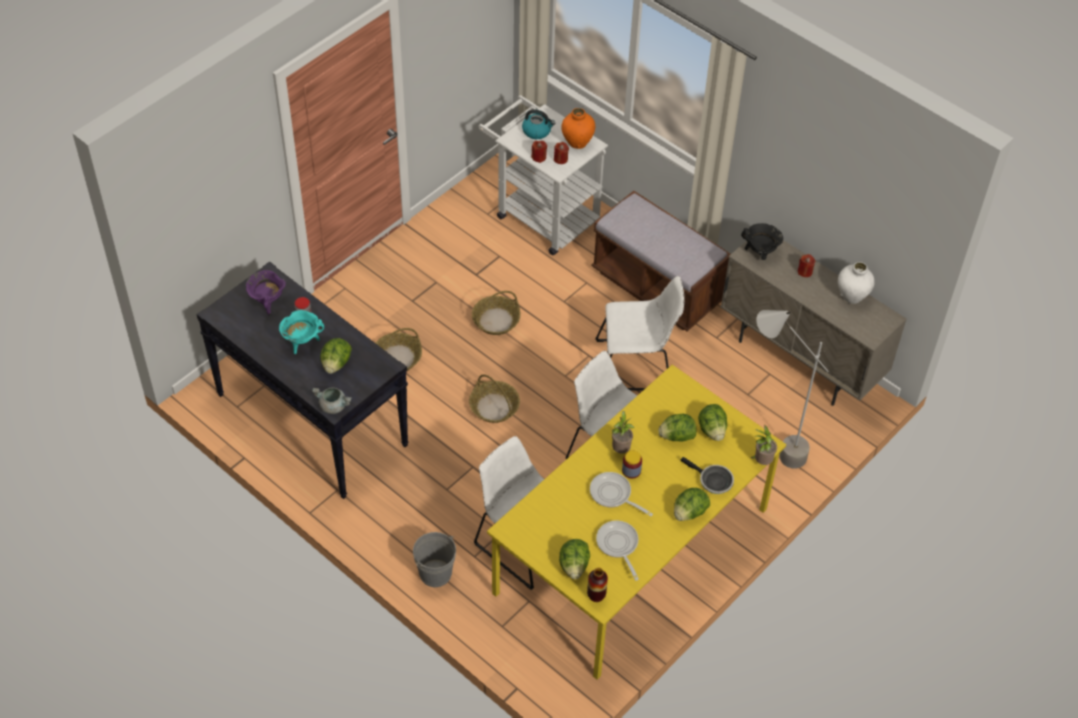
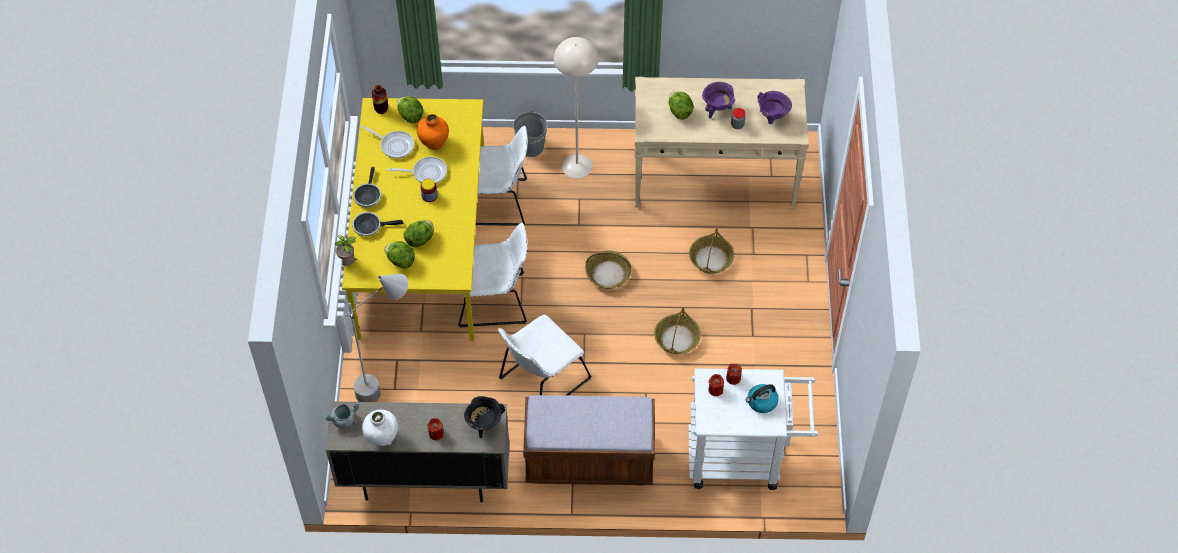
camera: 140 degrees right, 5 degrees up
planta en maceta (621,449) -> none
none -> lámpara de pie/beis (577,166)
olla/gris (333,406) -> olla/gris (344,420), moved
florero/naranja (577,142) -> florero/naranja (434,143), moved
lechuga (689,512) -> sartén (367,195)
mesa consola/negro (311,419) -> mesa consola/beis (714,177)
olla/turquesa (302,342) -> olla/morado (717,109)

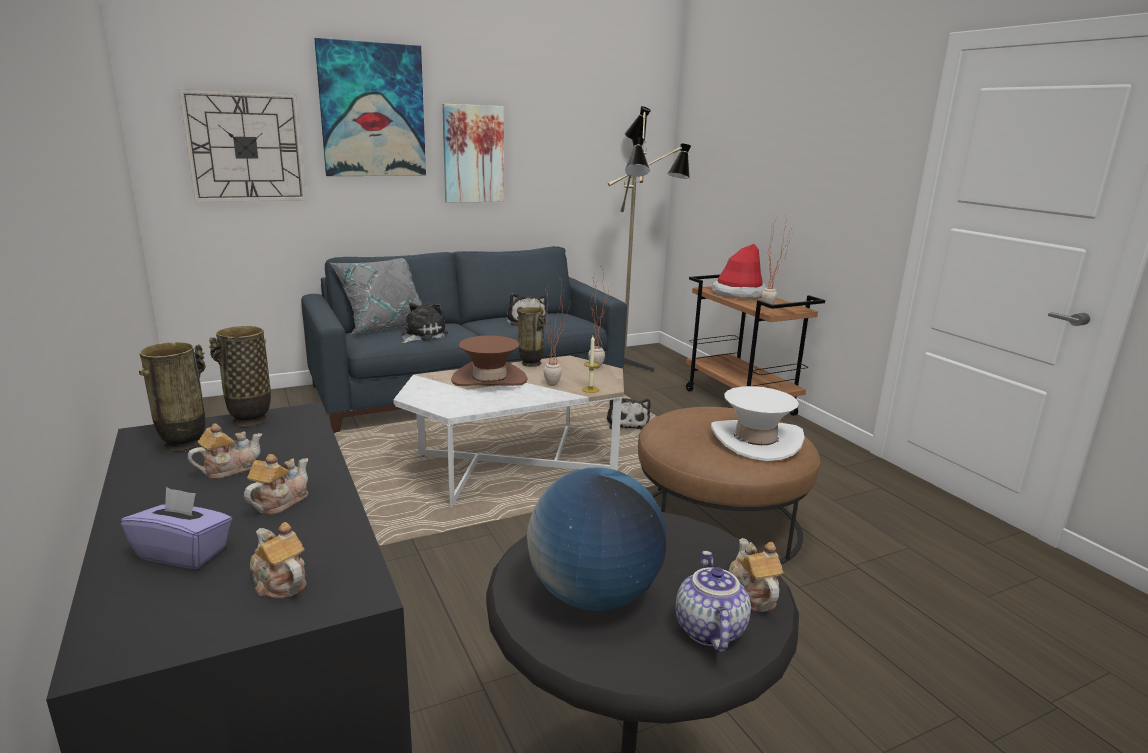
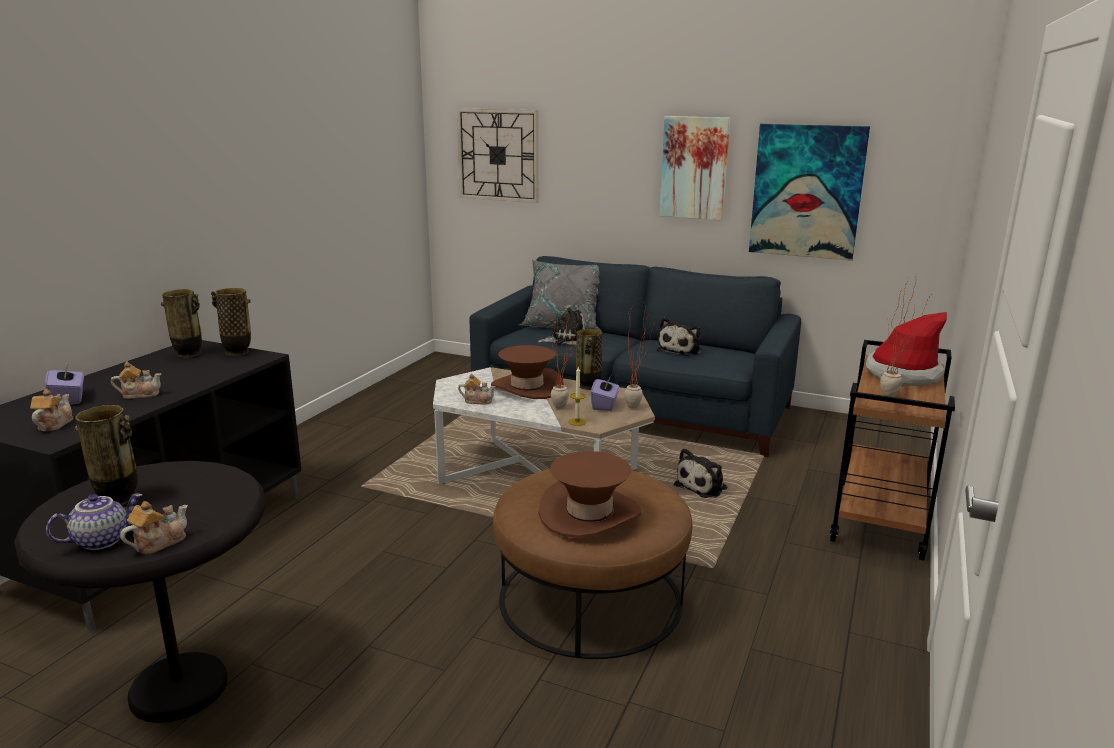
camera: 50 degrees right, 0 degrees up
lámpara de pie (630,364) -> none
none -> caja de pañuelos/morado (605,405)
tetera (229,469) -> tetera (477,401), moved
cuadro (372,110) -> cuadro (807,191), moved
globo terráqueo (593,596) -> florero (118,499)
sombrero/blanco (755,440) -> sombrero/marrón (589,514)

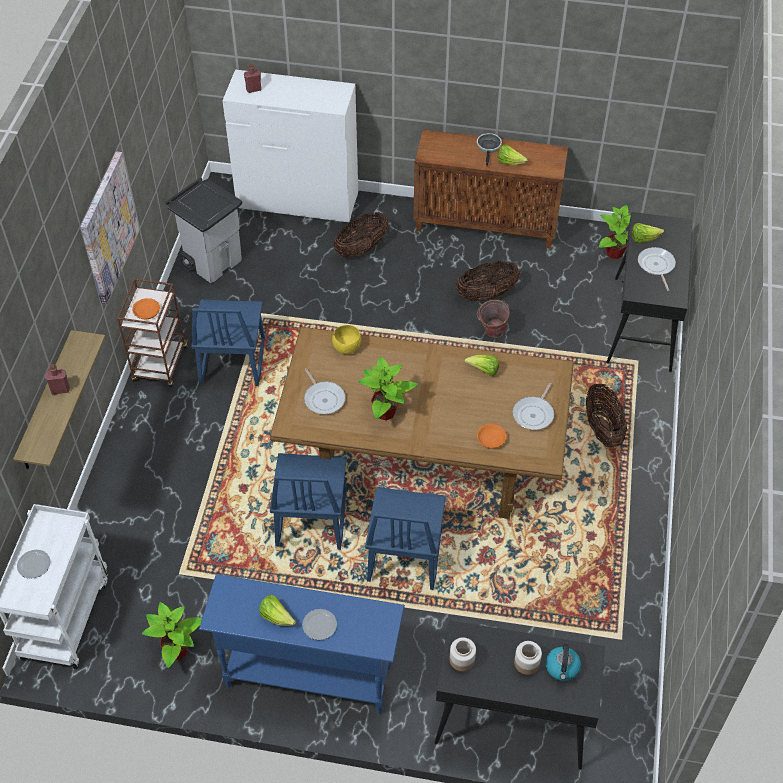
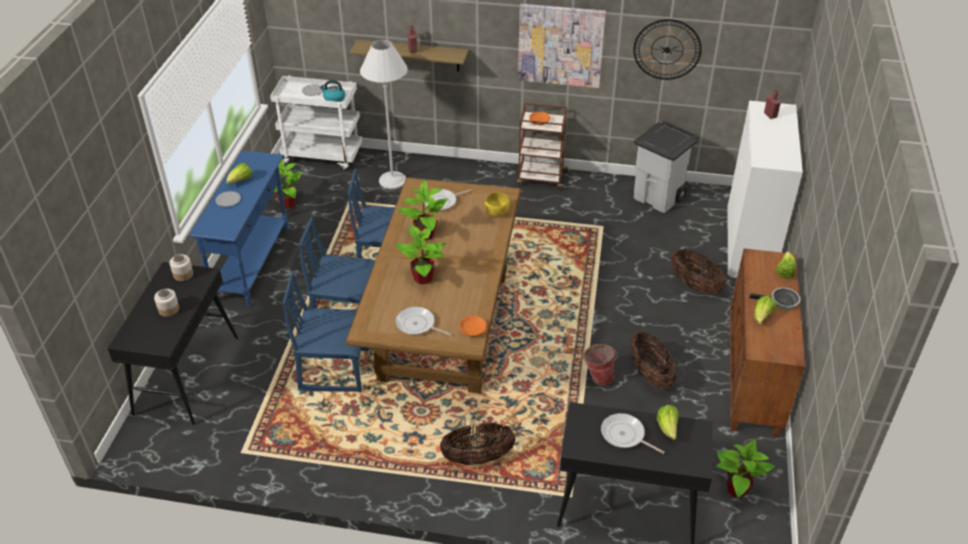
camera: 90 degrees right, 10 degrees down
none -> lámpara de pie/blanco (392,180)
none -> planta en maceta (423,278)
none -> reloj de pared (667,49)
silla/azul (231,361) -> silla/azul (334,369), moved
lechuga (483,371) -> lechuga (784,271), moved
cuenco/naranja (490,439) -> cuenco/naranja (472,329), moved
hervidor (562,668) -> hervidor (334,98), moved
sartén (656,266) -> sartén (625,435), 135 degrees counterclockwise

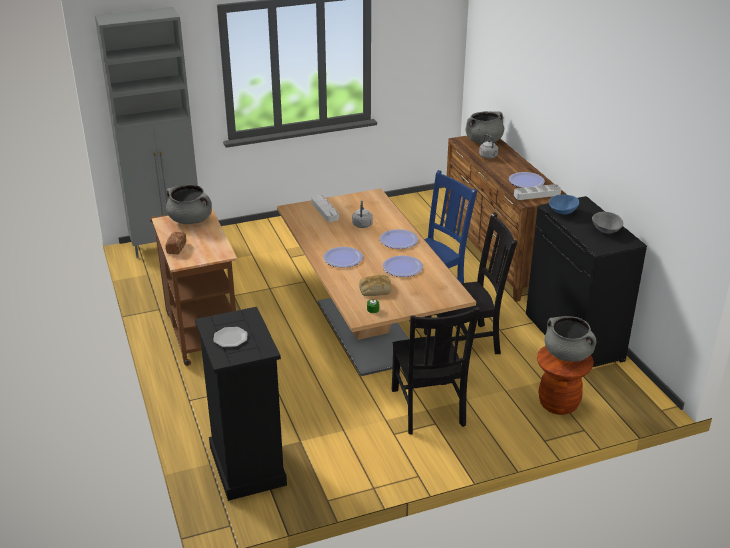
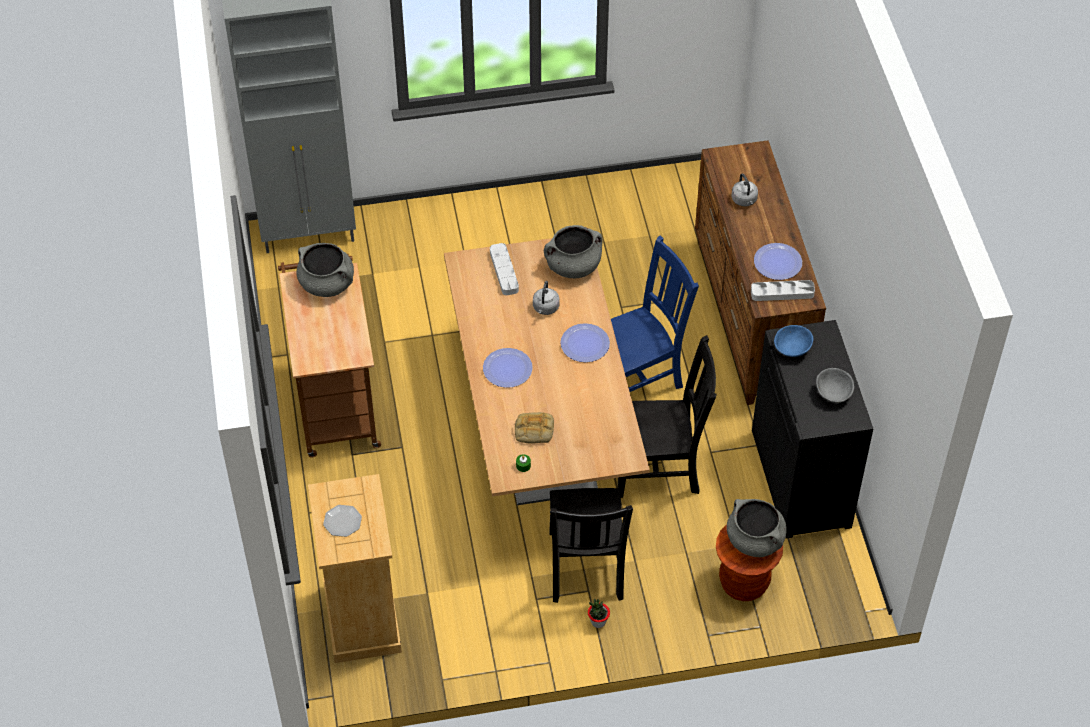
camera: 10 degrees right, 20 degrees up
pan (176,248) -> none
plato (402,267) -> none
none -> planta en maceta (598,622)
olla/gris (483,141) -> olla/gris (573,266), moved
cómoda/negro (247,465) -> cómoda/beis (362,618)

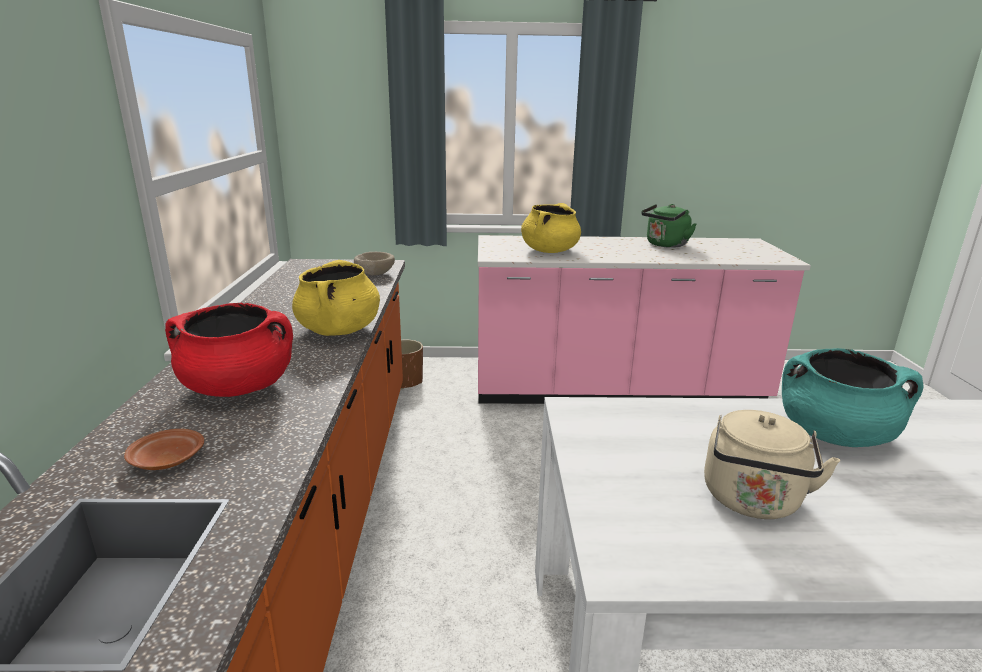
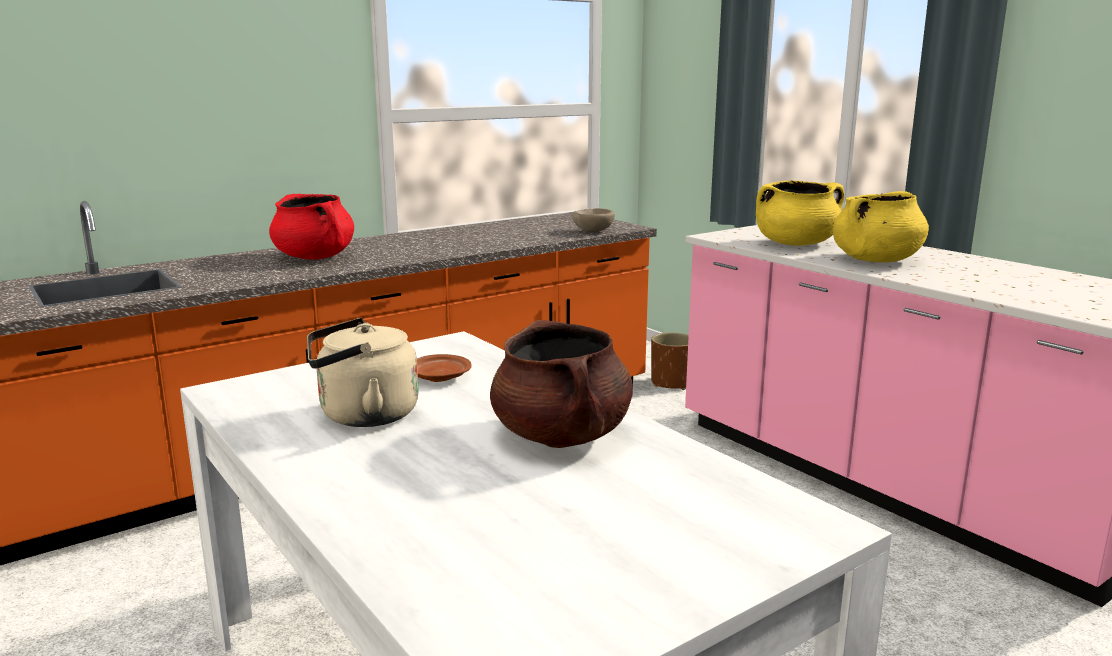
camera: 55 degrees right, 5 degrees down
hervidor/verde (665,245) -> none
plato/marrón (166,460) -> plato/marrón (439,377), moved
olla/amarillo (339,330) -> olla/amarillo (876,260), moved
olla/turquesa (834,435) -> olla/marrón (561,436)

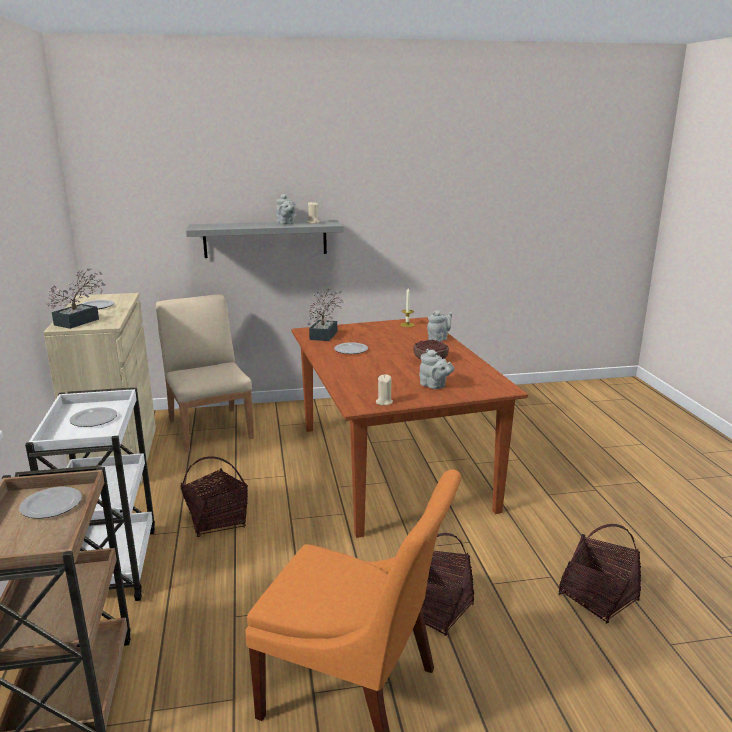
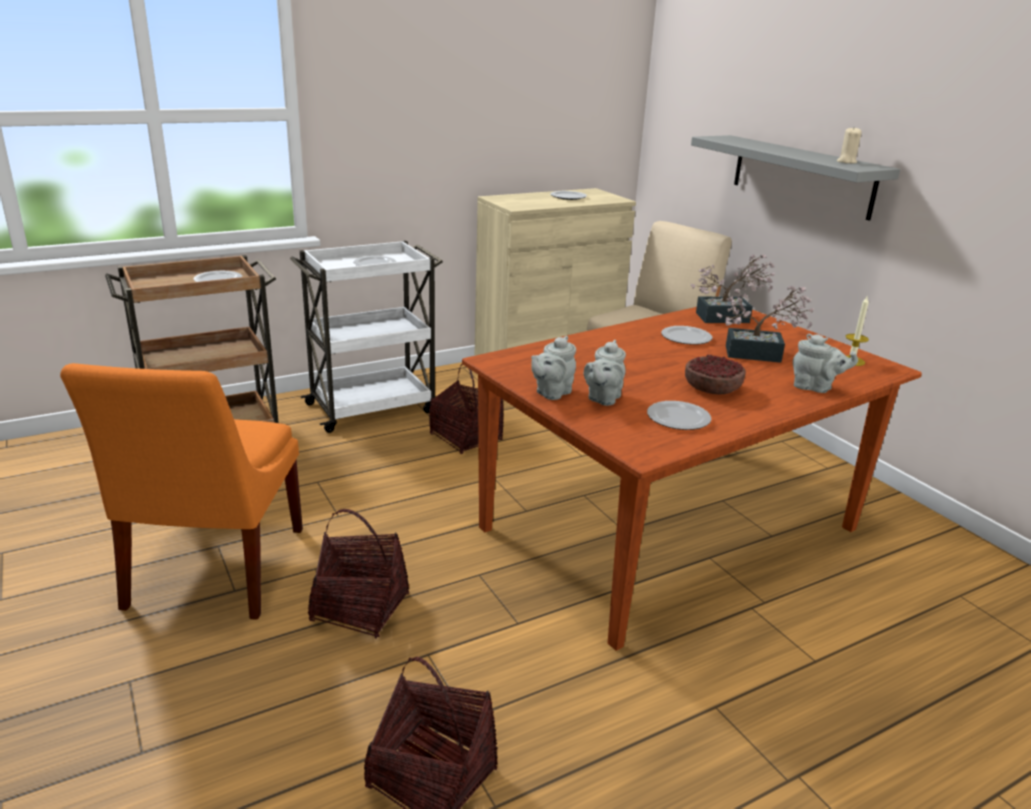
camera: 70 degrees right, 5 degrees up
vela/beis (384,402) -> none
none -> plato (678,417)
planta en maceta (81,321) -> planta en maceta (760,354), moved
tetera/gris (286,223) -> tetera/gris (551,393), moved

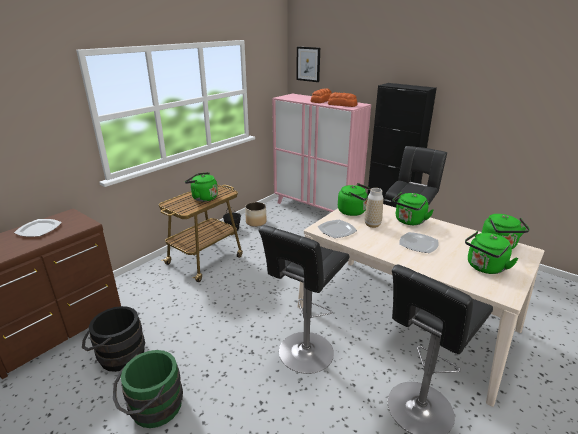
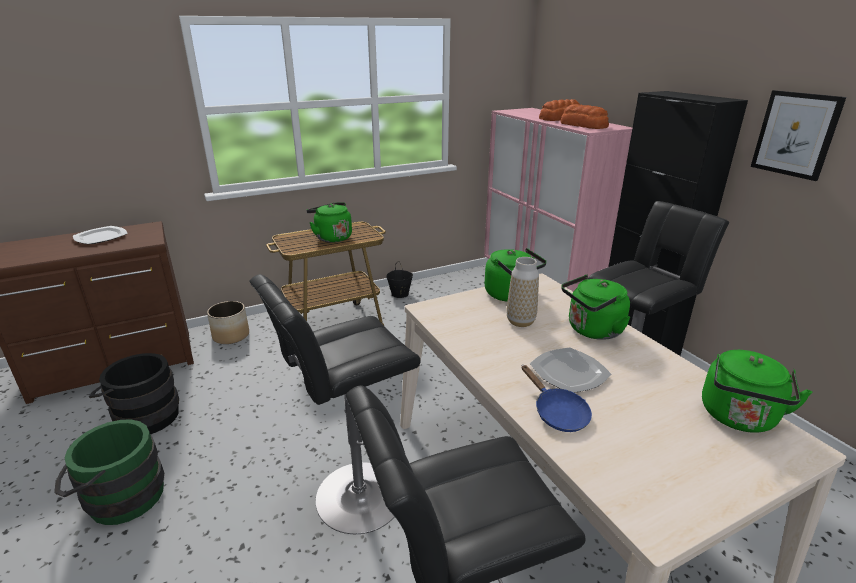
camera: 25 degrees right, 0 degrees up
plato (336,230) -> none
hervidor/verde (484,267) -> none
none -> sartén/azul (557,413)
maceta (256,222) -> maceta (231,336), moved
cuadro (308,64) -> cuadro (795,134), moved

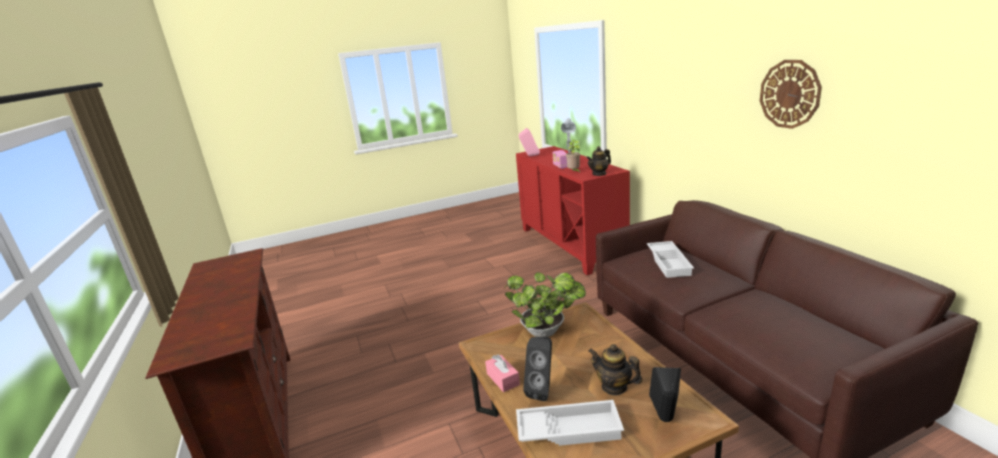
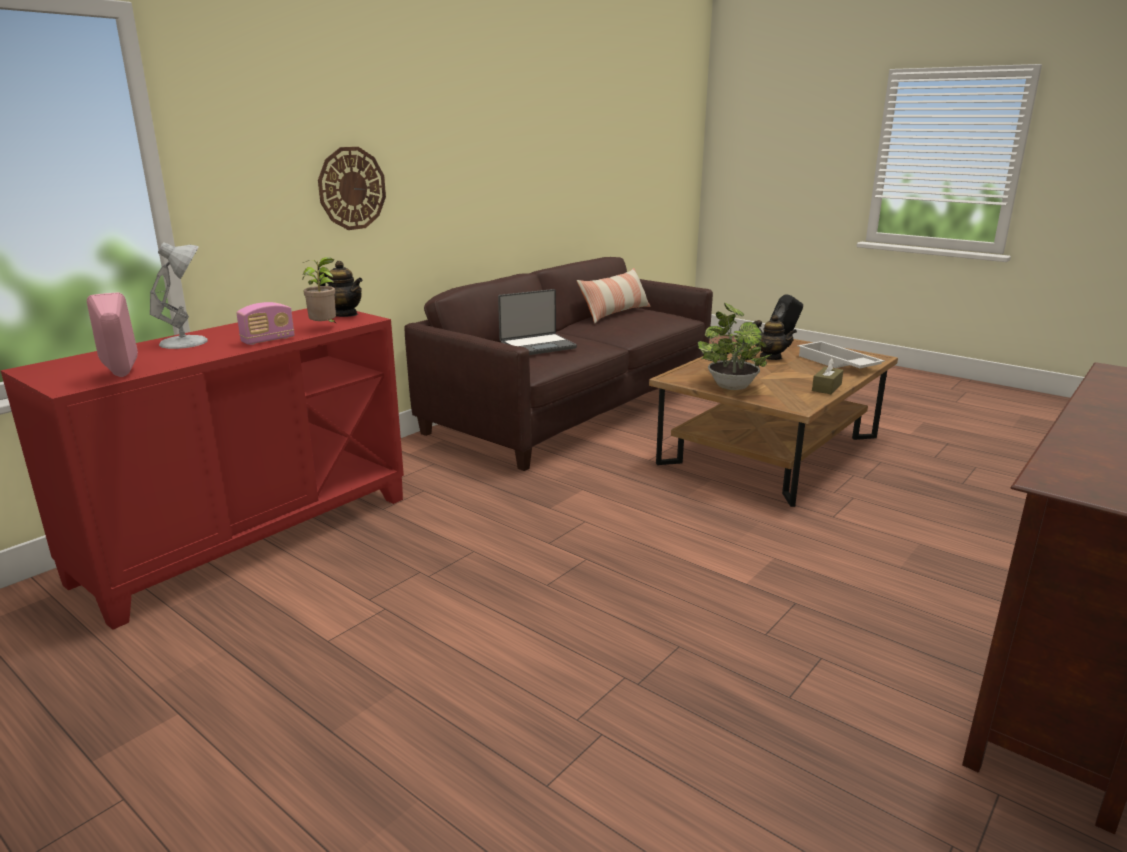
camera: 120 degrees left, 0 degrees up
altavoz/negro (543,390) -> none
none -> cojín (615,313)
reloj de pared (789,94) -> reloj de pared (352,188), moved
bandeja/blanco (669,262) -> portátil (537,346)
caja de pañuelos/rosa (503,379) -> caja de pañuelos/marrón (826,387)
tetera (614,387) -> tetera (770,357), 60 degrees counterclockwise

